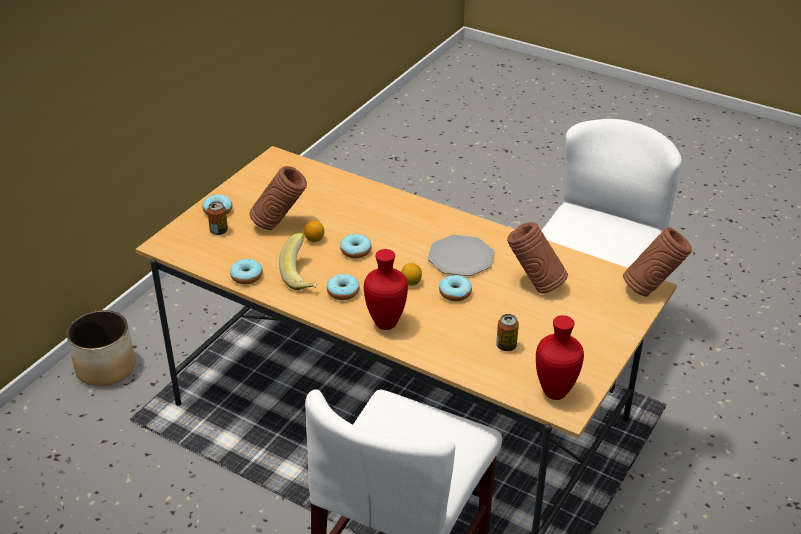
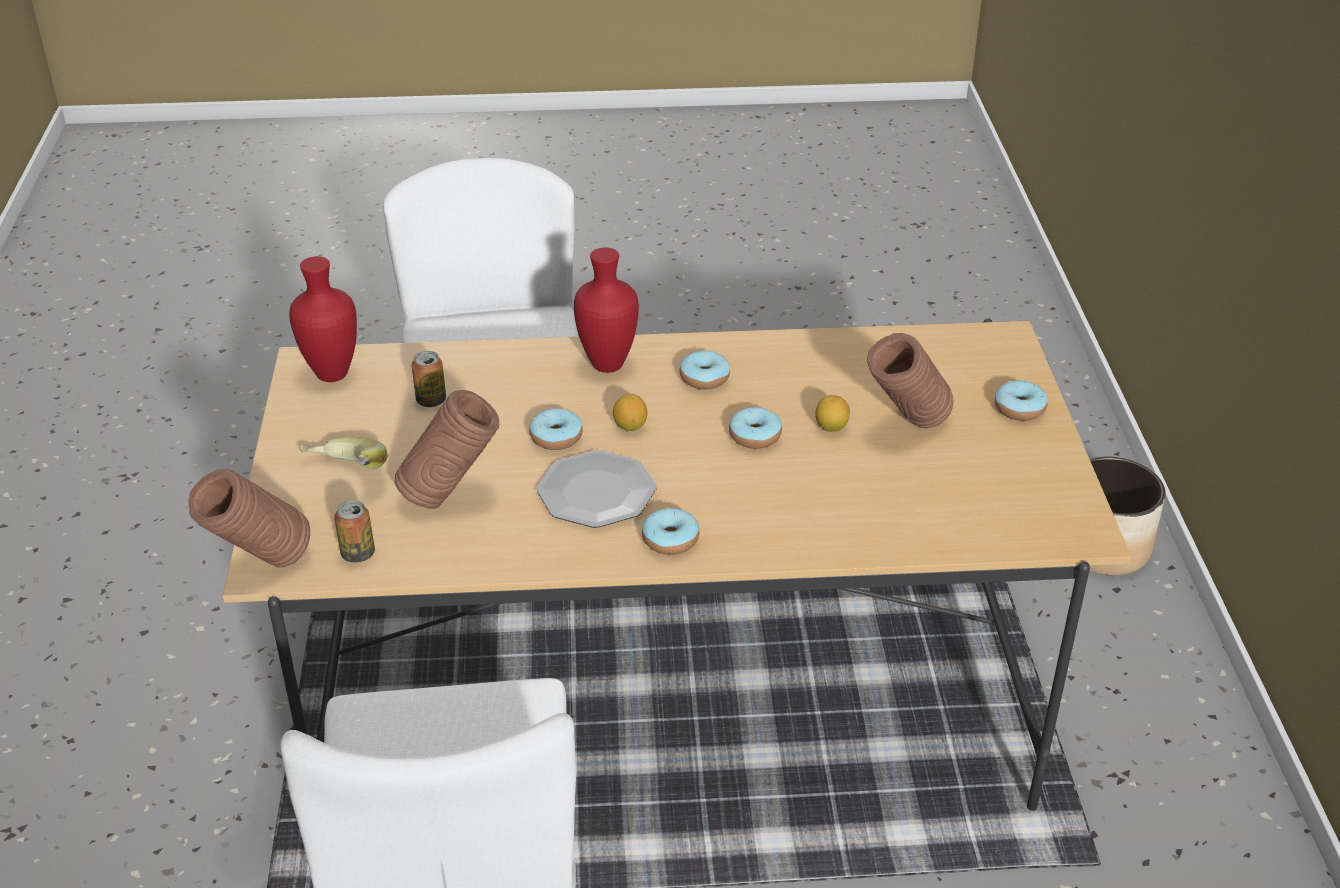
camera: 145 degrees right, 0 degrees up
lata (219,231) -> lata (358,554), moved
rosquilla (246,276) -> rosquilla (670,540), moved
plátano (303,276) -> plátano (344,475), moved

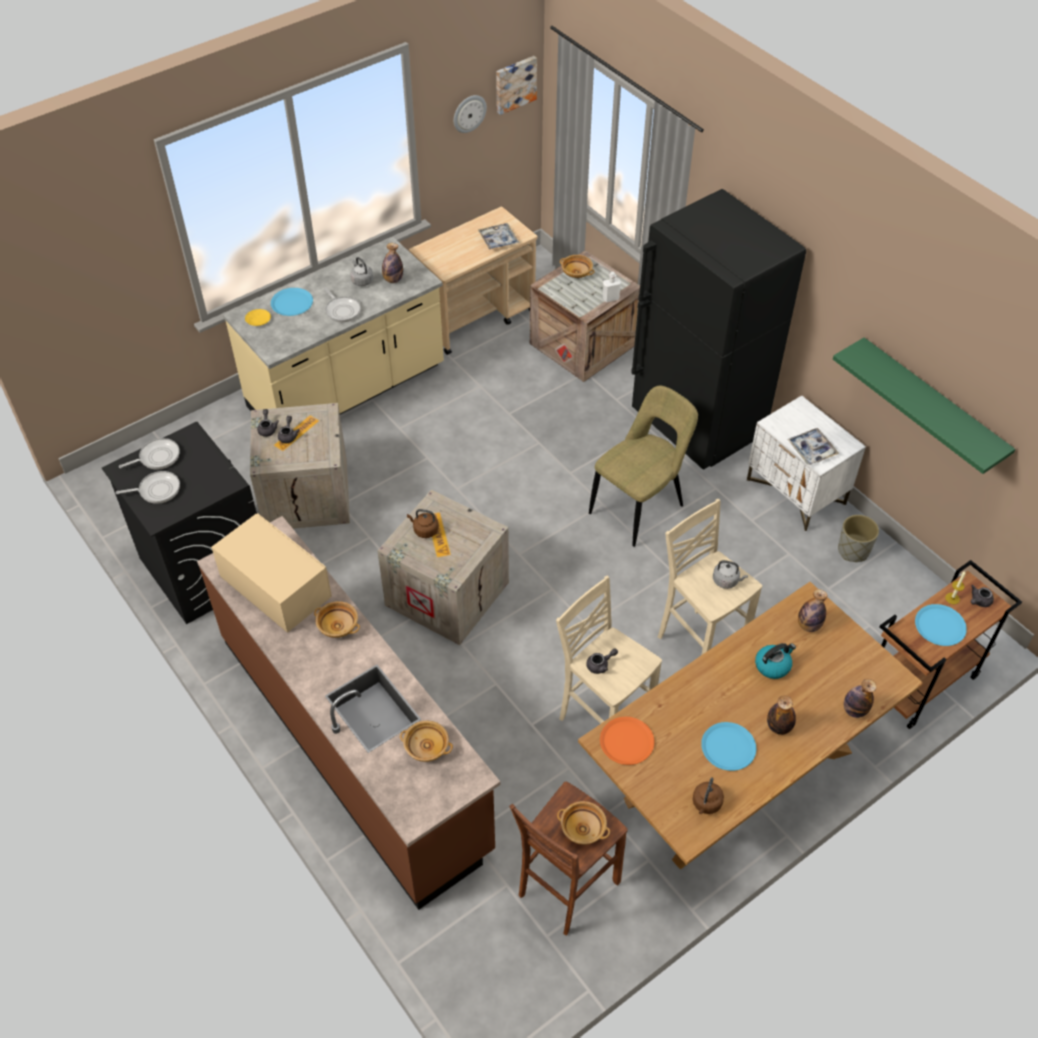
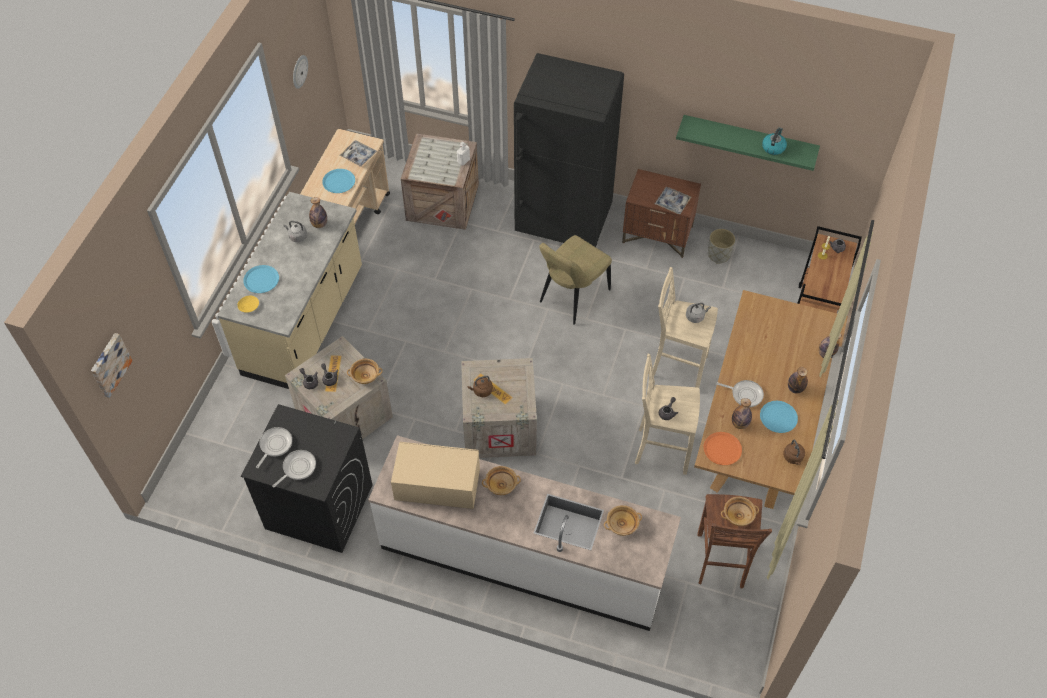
camera: 35 degrees left, 5 degrees up
sartén (342,310) -> sartén (745,394), moved
cuadro (515,84) -> cuadro (109,364), moved
cuenco/beis (577,272) -> cuenco/beis (365,375), moved
hervidor (773,665) -> hervidor (773,147), moved
botella (808,625) -> botella (739,424), moved
plato/azul (940,626) -> plato/azul (339,181), moved
mueble bajo de cocina/marrón (354,742) -> mueble bajo de cocina/blanco (523,557)
mesita de noche/blanco (796,492) -> mesita de noche/marrón (658,235)
silla/beis (639,507) -> silla/beis (572,298), 150 degrees counterclockwise

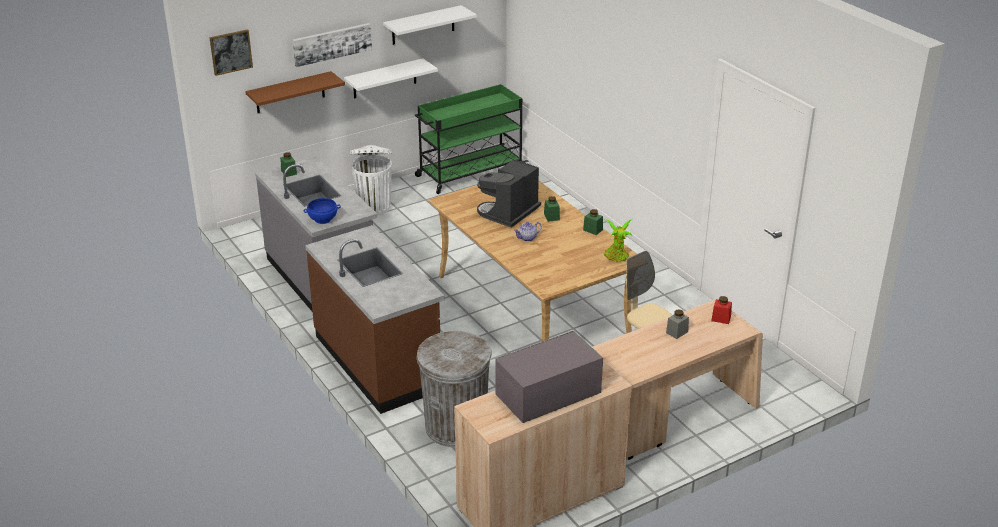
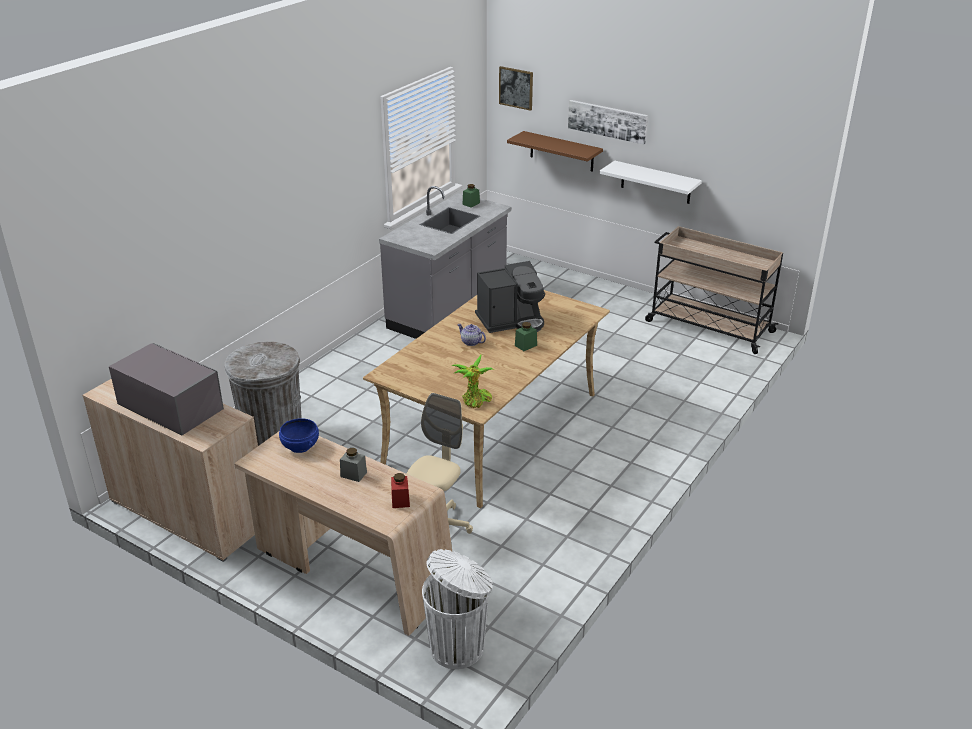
camera: 65 degrees right, 0 degrees up
mueble bajo de cocina/marrón (378,362) -> none
estante/blanco (423,25) -> none
tarro/verde (593,230) -> none
cuenco/azul (323,219) -> cuenco/azul (299,446), moved
papelera/blanco (374,206) -> papelera/blanco (458,647), moved
carrito/verde (470,172) -> carrito/beis (708,326)
cafetera (508,213) -> cafetera (511,321), 150 degrees clockwise

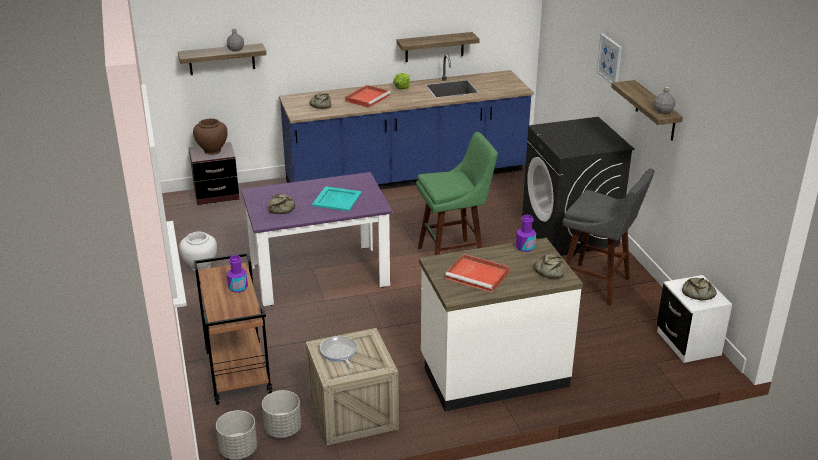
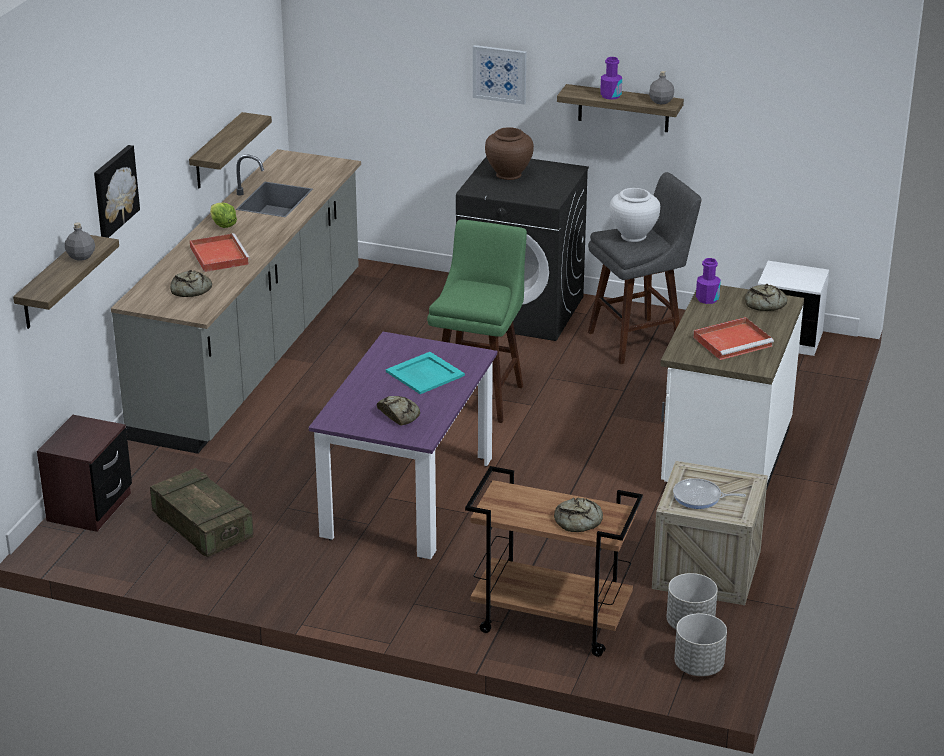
camera: 55 degrees left, 0 degrees up
none -> cuadro (114,191)
none -> caja de embalaje (202,527)
florero/blanco (200,266) -> florero/blanco (633,236), moved
florero/marrón (212,150) -> florero/marrón (509,175), moved
botella/morado (238,288) -> botella/morado (610,96), moved
pan (697,293) -> pan (579,521), moved
mueble bajo de cocina/azul (406,177) -> mueble bajo de cocina/gris (253,355)

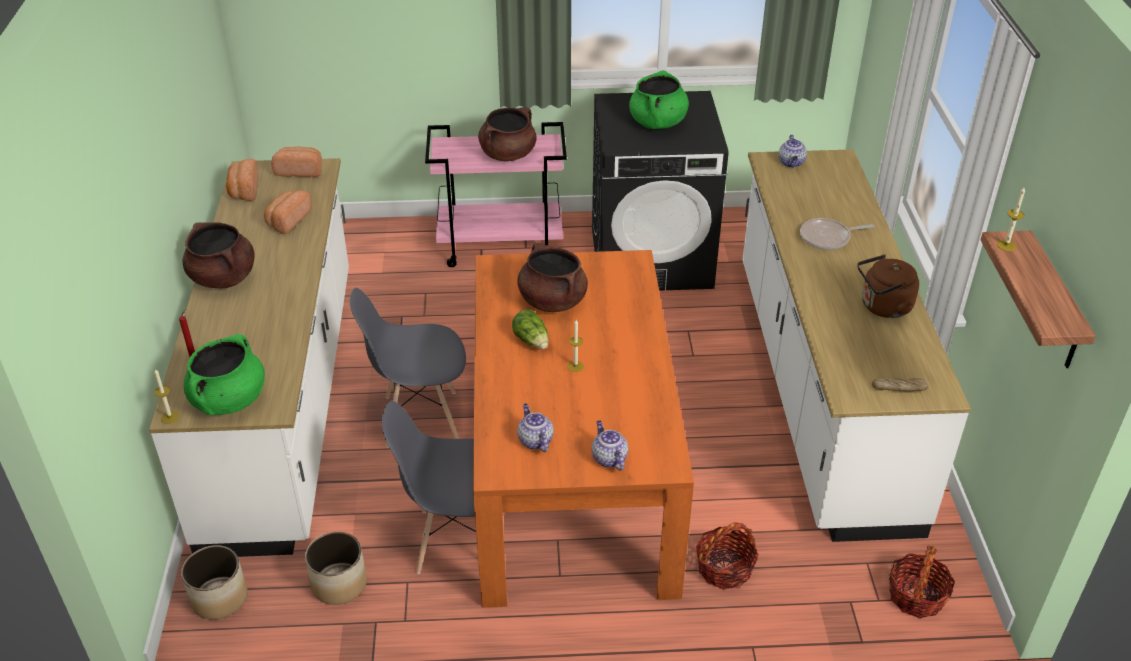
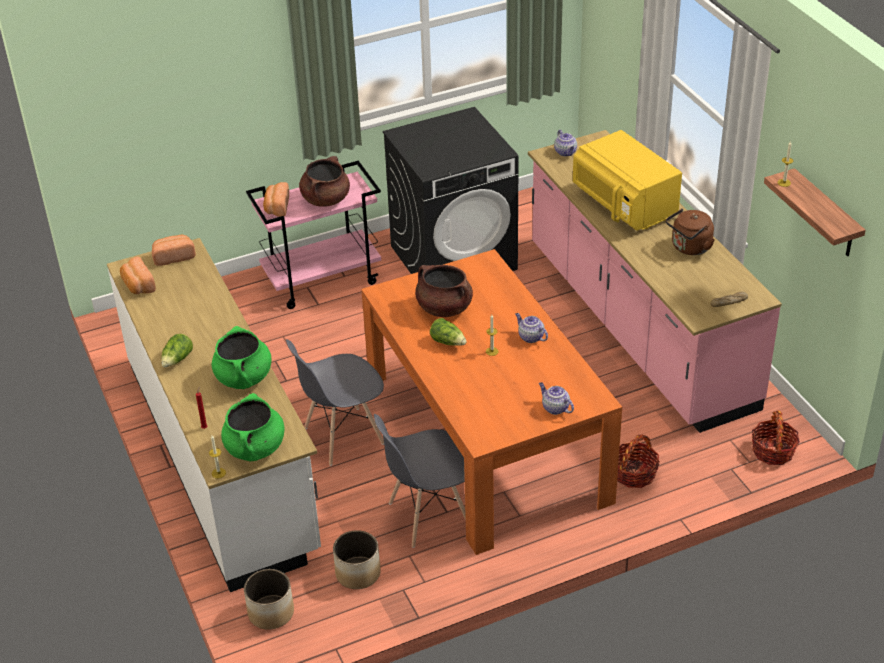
camera: 20 degrees left, 0 degrees up
pan (287,221) -> pan (276,207), moved
tetera (534,440) -> tetera (530,337), moved
olla/verde (657,123) -> olla/verde (244,377), moved
olla/marrón (223,278) -> lechuga (177,360)
sartén (828,238) -> microondas/amarillo (624,206)
mueble bajo de cocina/blanco (819,390) -> mueble bajo de cocina/rosa (637,326)

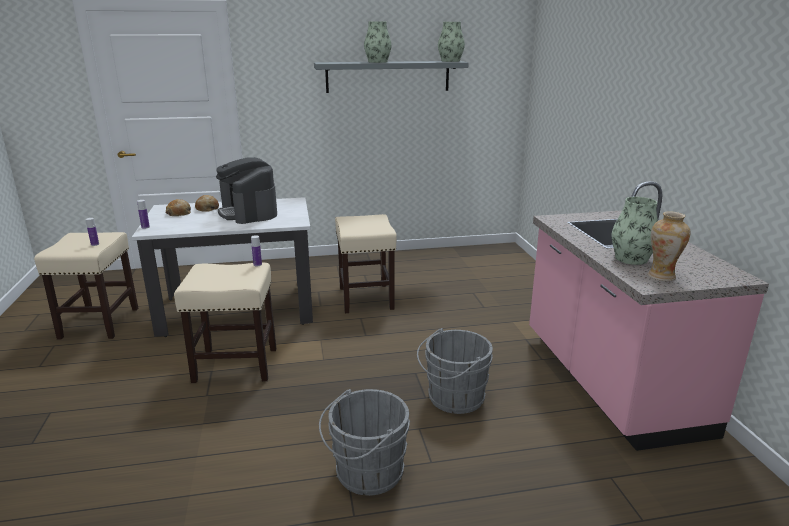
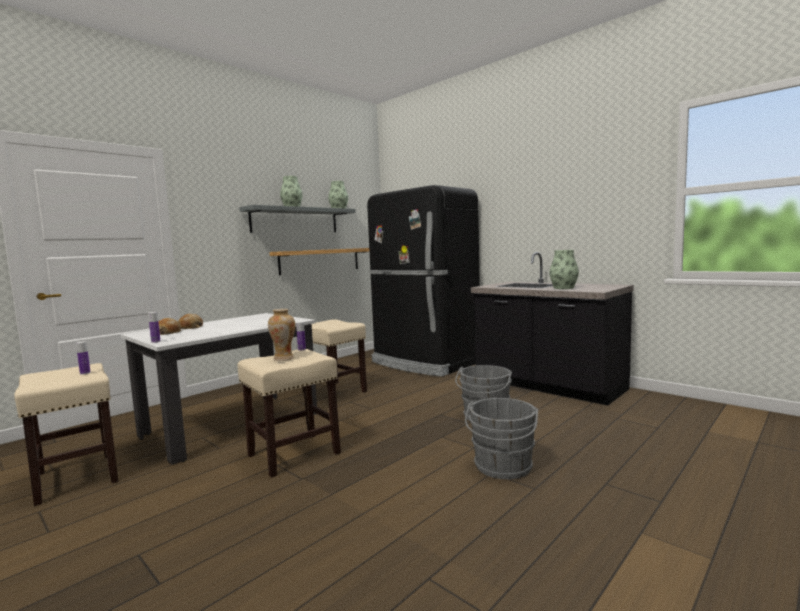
camera: 35 degrees left, 15 degrees down
cafetera (248,213) -> none
none -> estante (320,260)
none -> nevera/negro (424,363)
florero (661,276) -> florero (284,358), moved
mueble bajo de cocina/rosa (609,382) -> mueble bajo de cocina/negro (548,385)

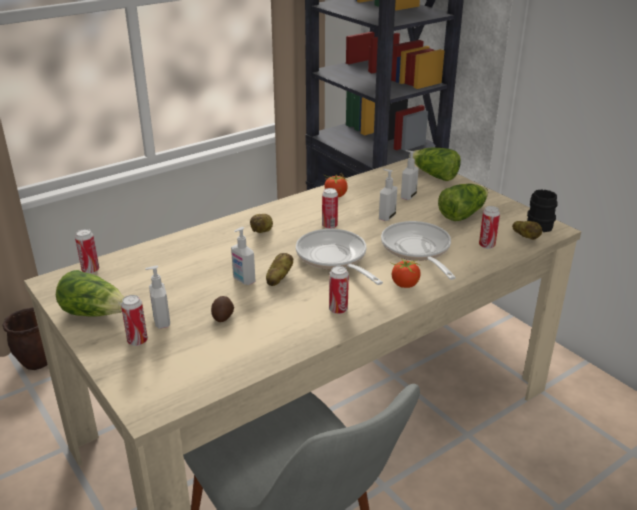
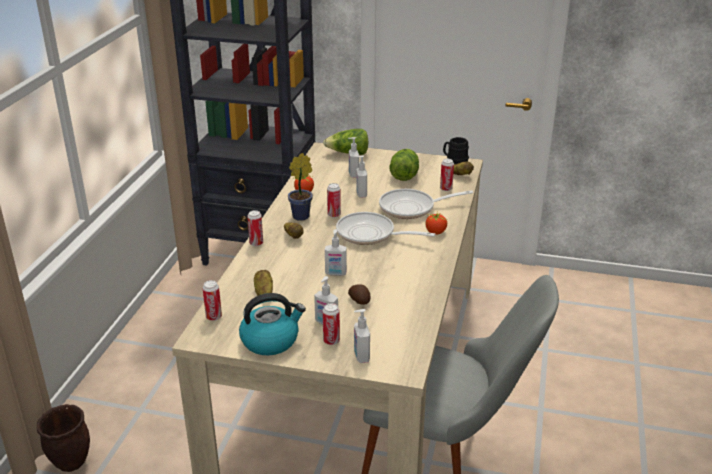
camera: 40 degrees left, 0 degrees up
none -> planta en maceta (303,216)
none -> dispensador de jabón (361,356)
patata (278,278) -> patata (263,293), moved
lata (338,310) -> lata (256,243), moved
lechuga (95,313) -> hervidor (271,340)
sartén (417,250) -> sartén (412,208), 45 degrees counterclockwise

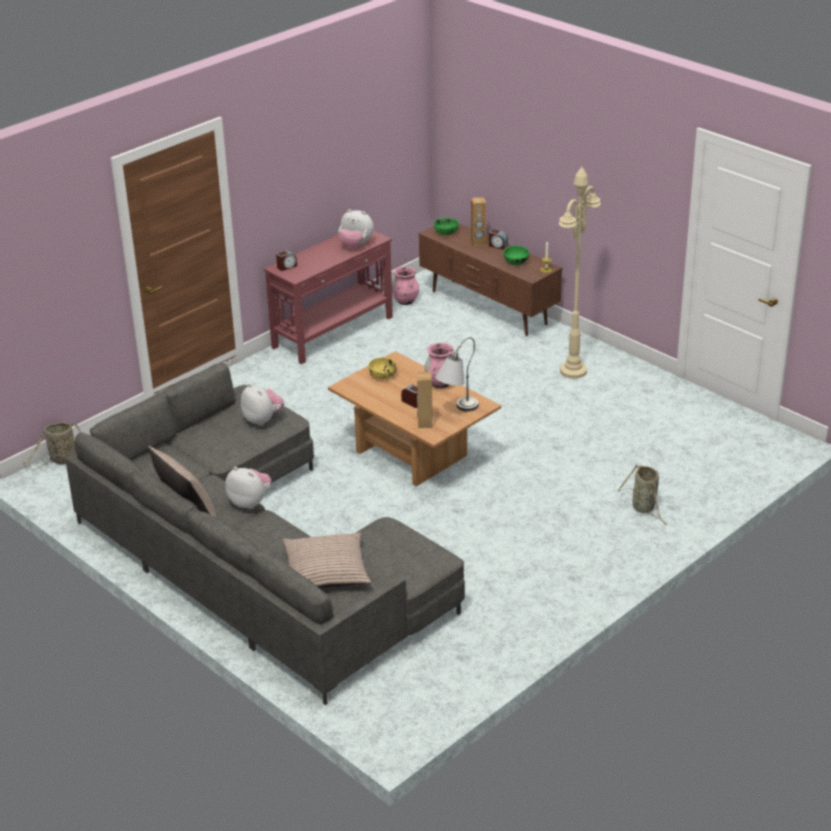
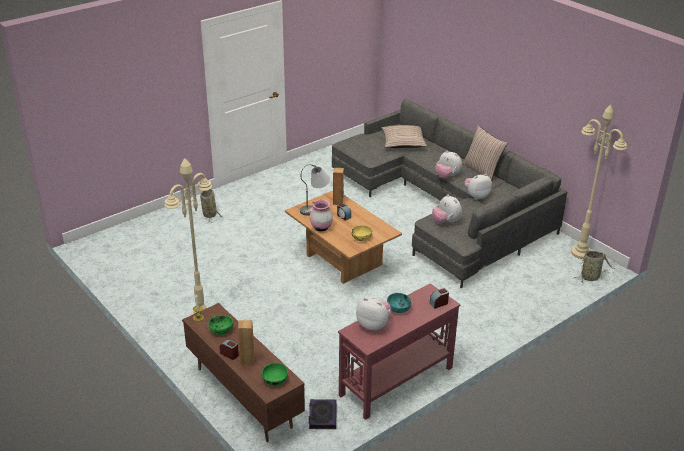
camera: 175 degrees left, 0 degrees up
none -> cuenco/turquesa (399,308)
none -> peluche (476,196)
none -> lámpara de pie/beis (581,253)
florero/rosa (405,301) -> libro (322,416)

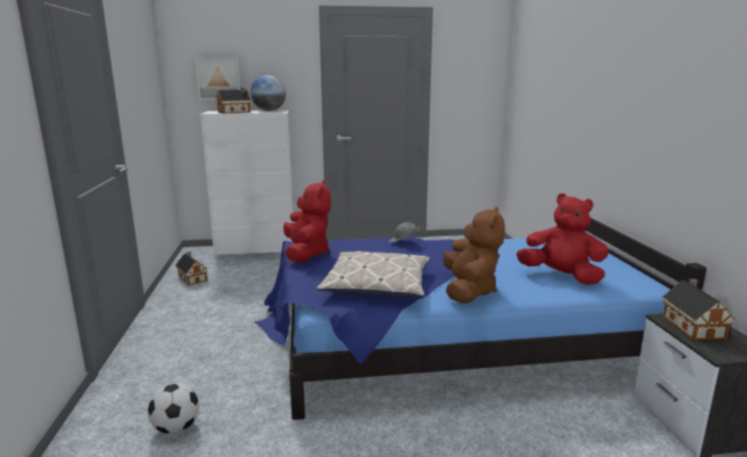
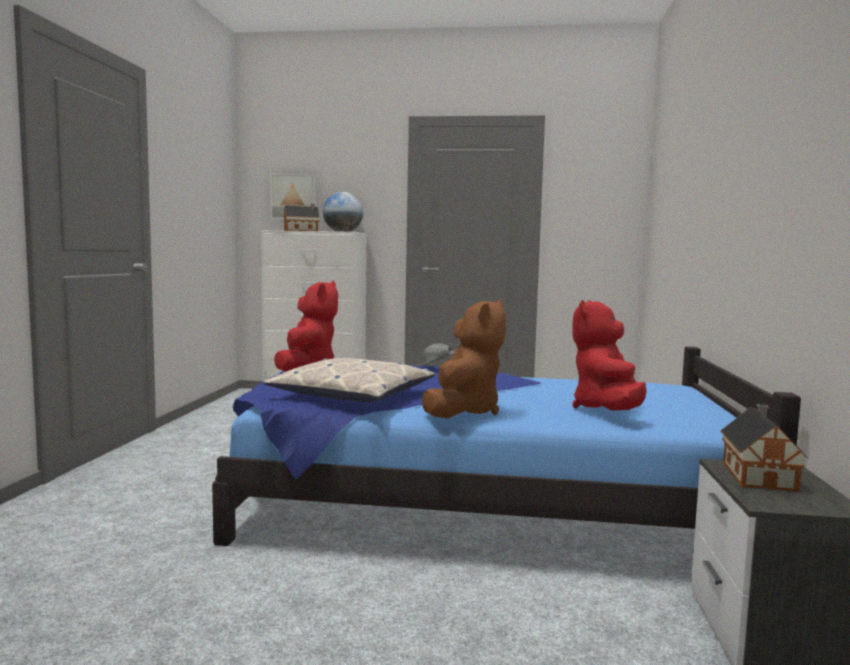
camera: 15 degrees right, 10 degrees down
balón de fútbol (176,428) -> none
casita (192,278) -> none
peluche/rojo (561,276) -> peluche/rojo (608,411), 120 degrees counterclockwise

